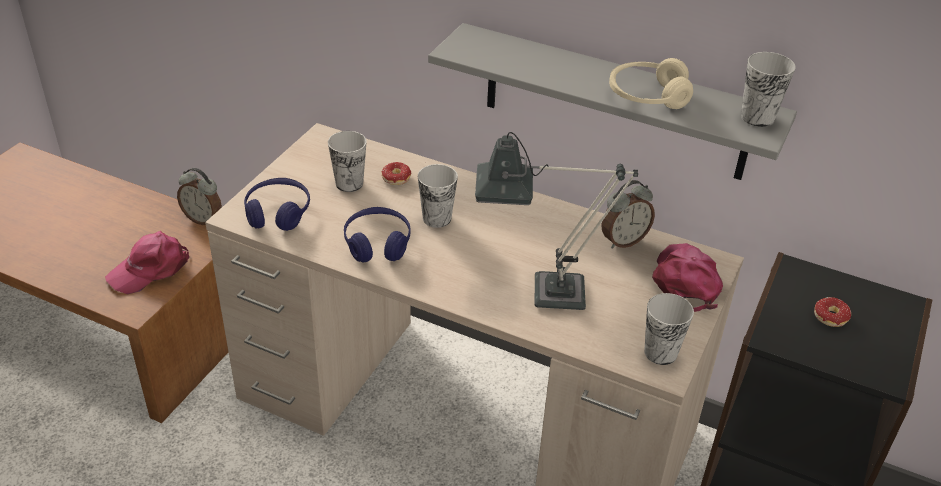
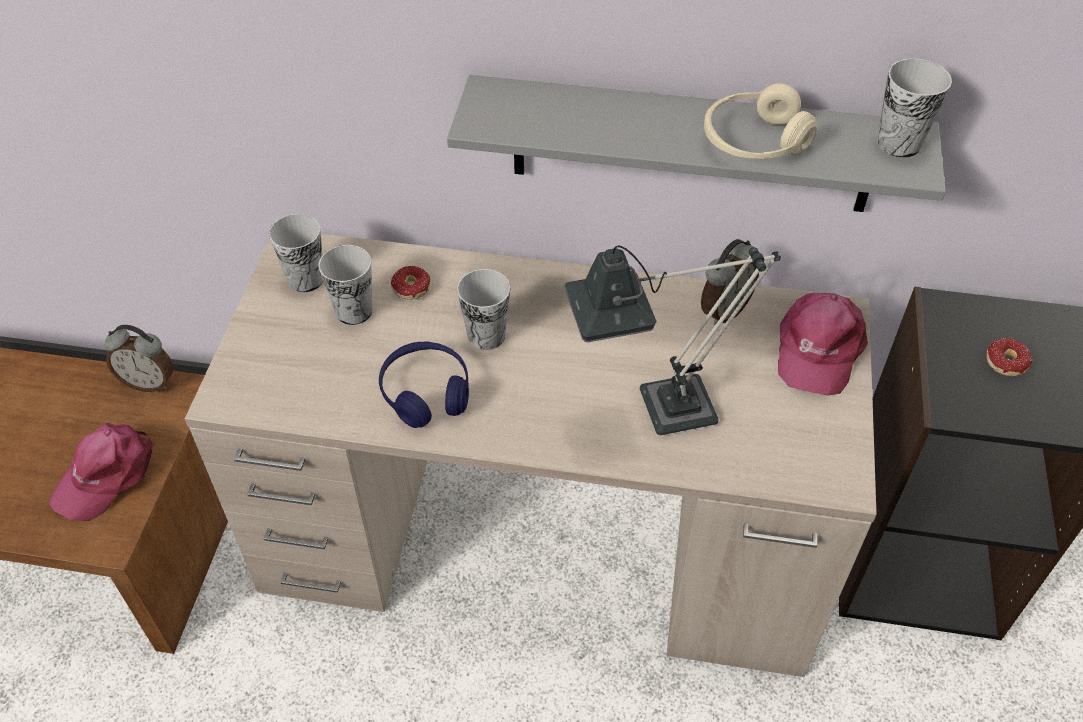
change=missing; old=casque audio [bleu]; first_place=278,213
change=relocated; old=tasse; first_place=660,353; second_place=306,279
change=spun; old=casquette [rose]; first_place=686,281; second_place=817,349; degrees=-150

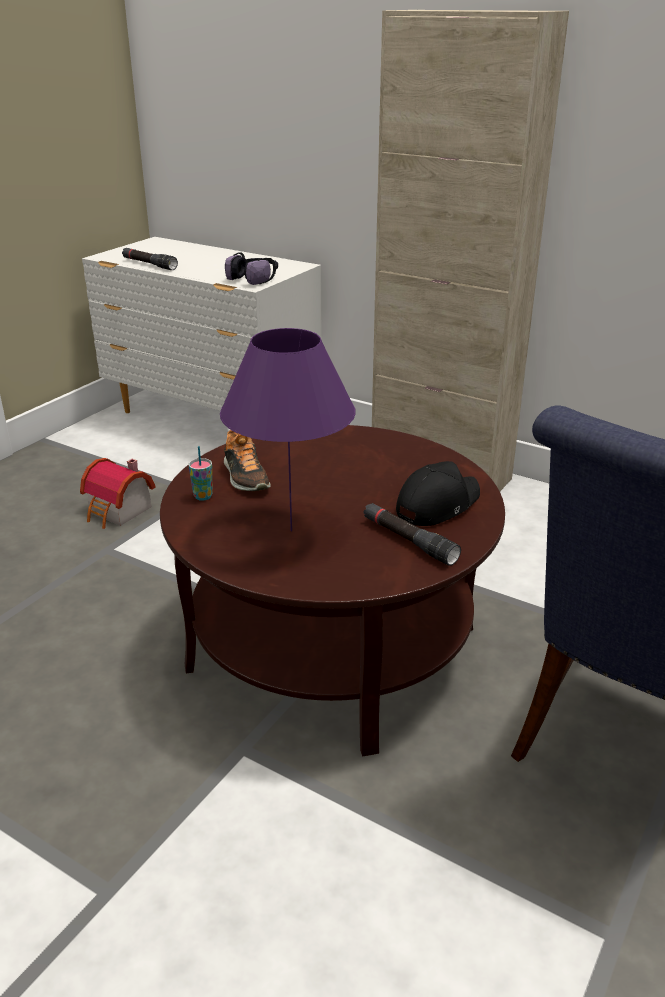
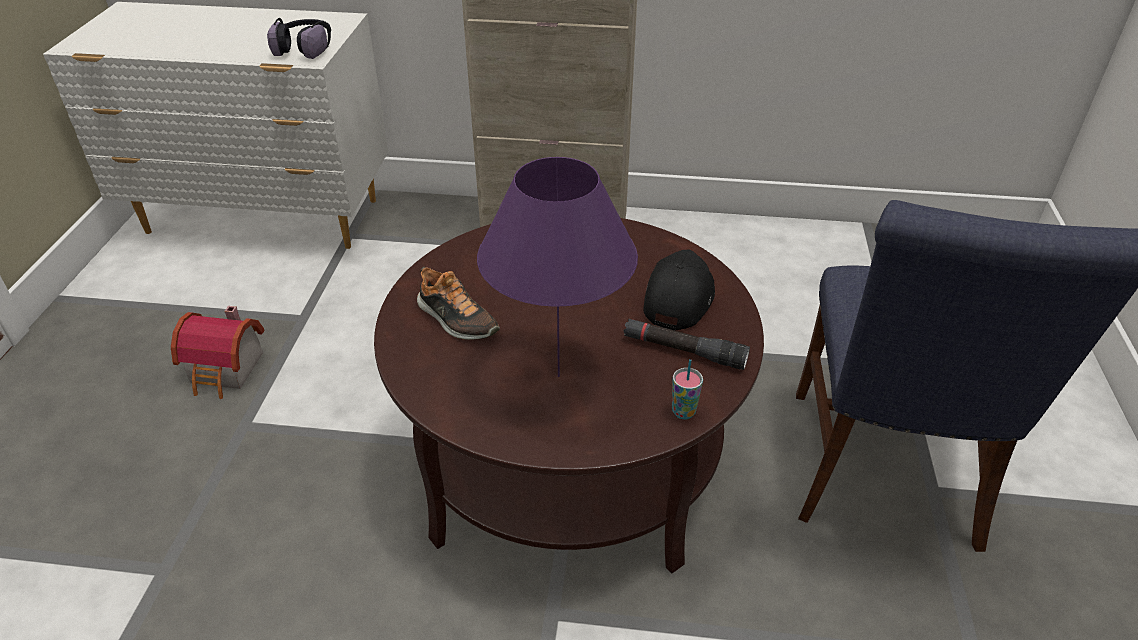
change=missing; old=lampe de poche [noir]; first_place=149,264
change=relocated; old=tasse; first_place=203,496; second_place=683,412

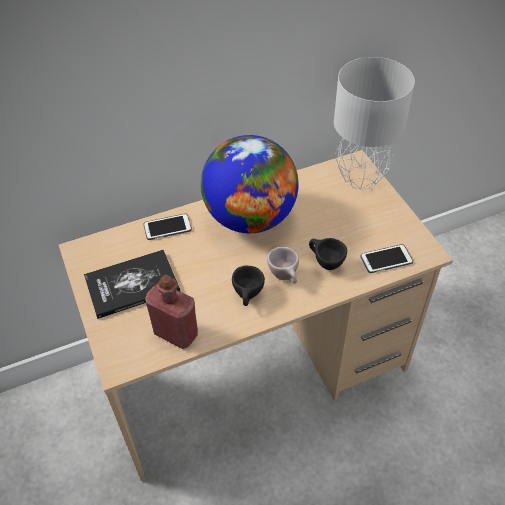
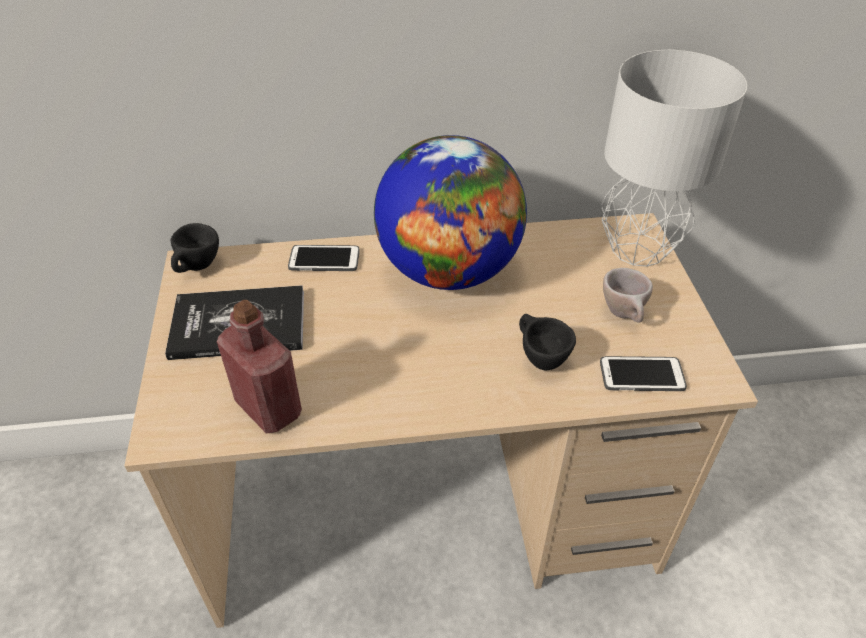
change=relocated; old=tasse [noir]; first_place=248,297; second_place=197,269
change=relocated; old=tasse [beige]; first_place=285,277; second_place=625,315

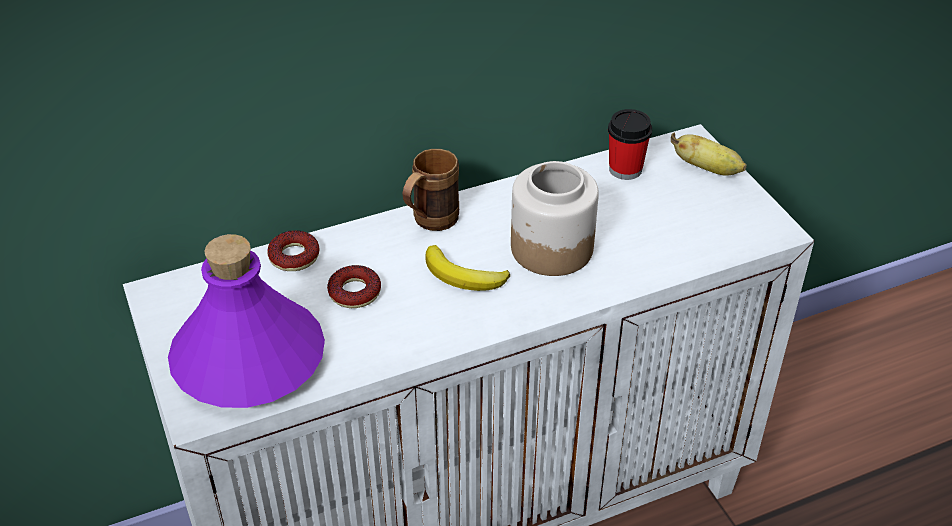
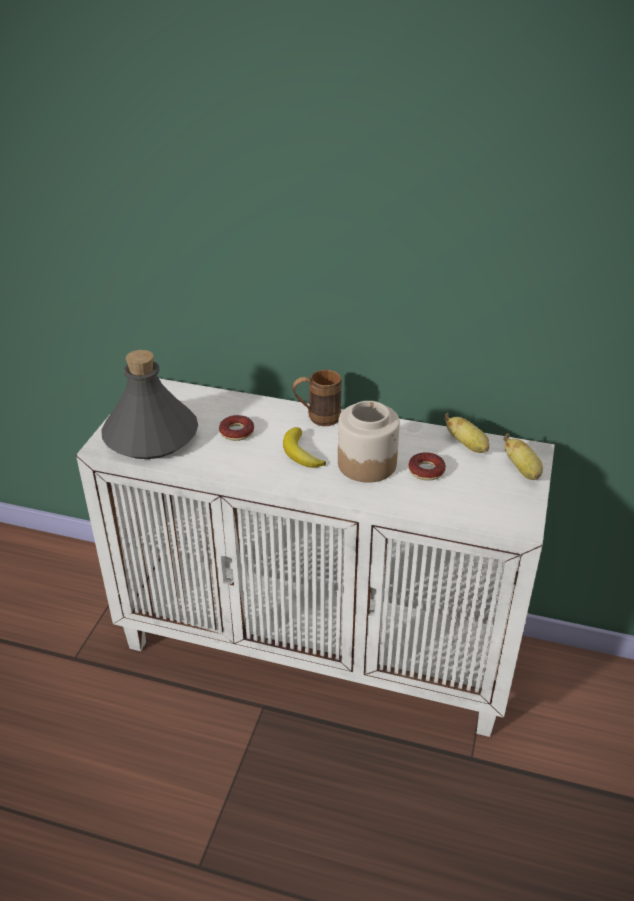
change=colour; old=bouteille [violet]; new=bouteille [gris]; first_place=248,361; second_place=150,436
change=relocated; old=beignet; first_place=294,256; second_place=426,470
change=exchanged; old=tasse; new=banane; first_place=625,169; second_place=468,445

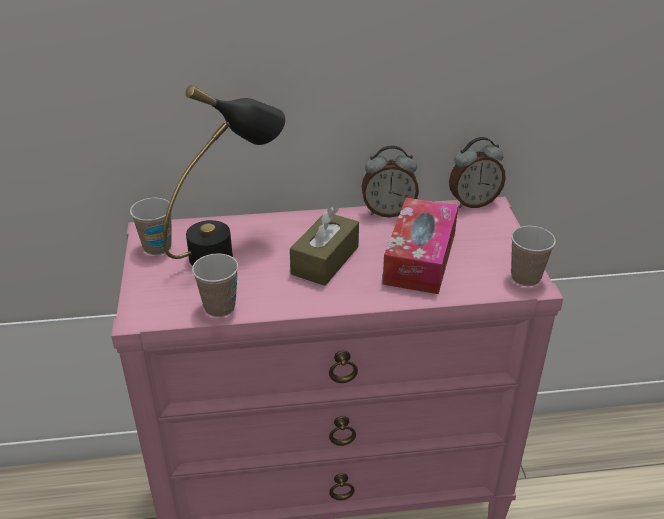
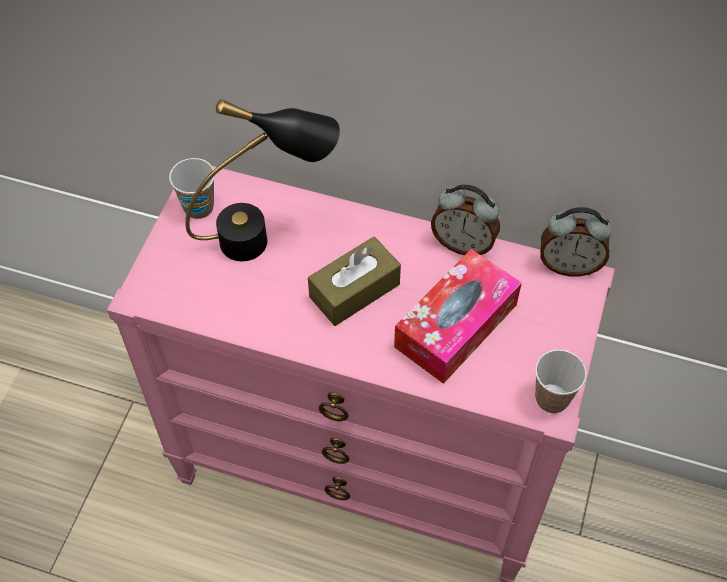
change=missing; old=tasse; first_place=219,307

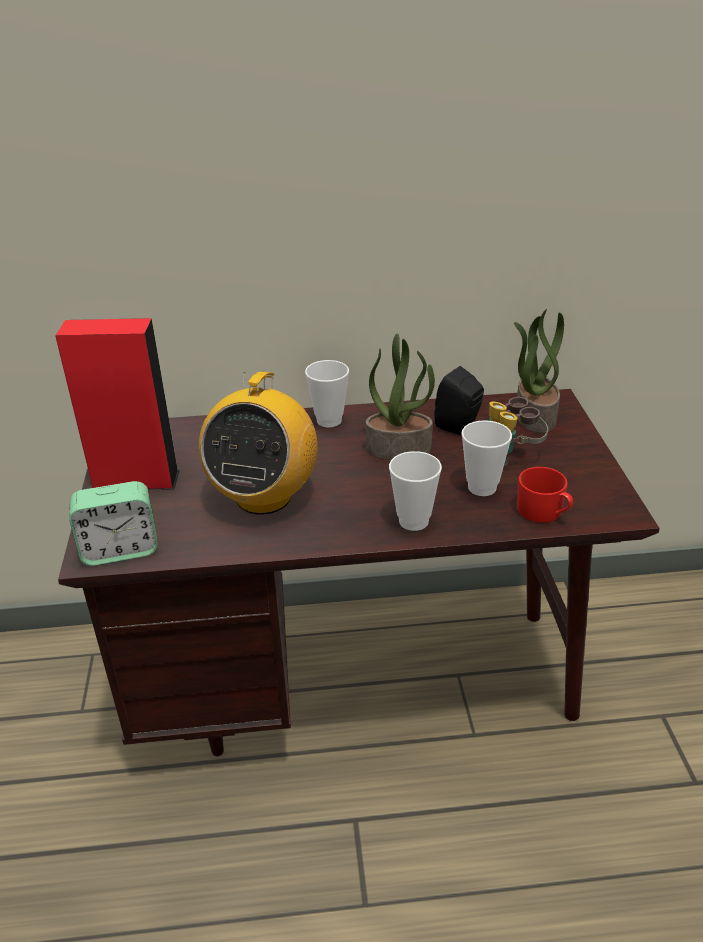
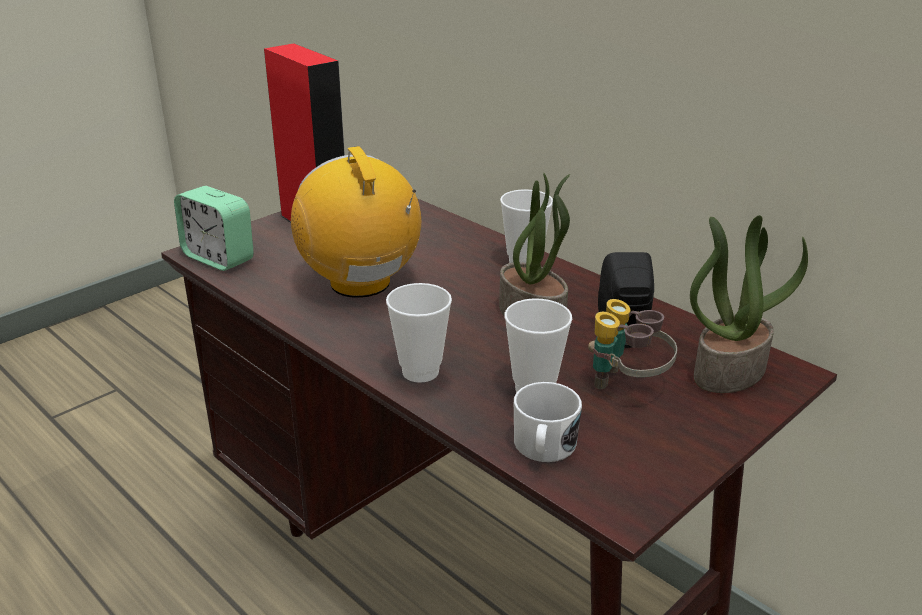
change=spun; old=radio; first_place=263,497; second_place=361,283; degrees=90
change=colour; old=mug [rouge]; new=mug [blanc]; first_place=544,512; second_place=543,448

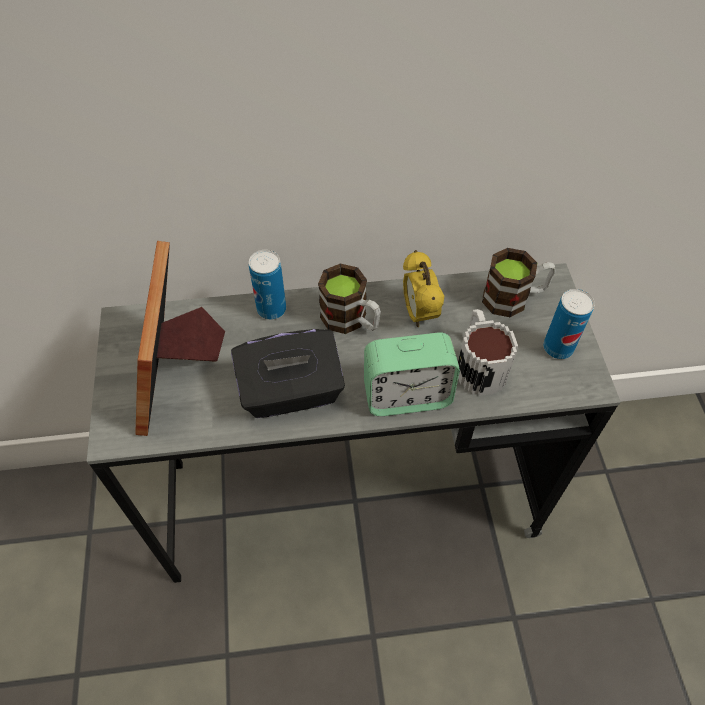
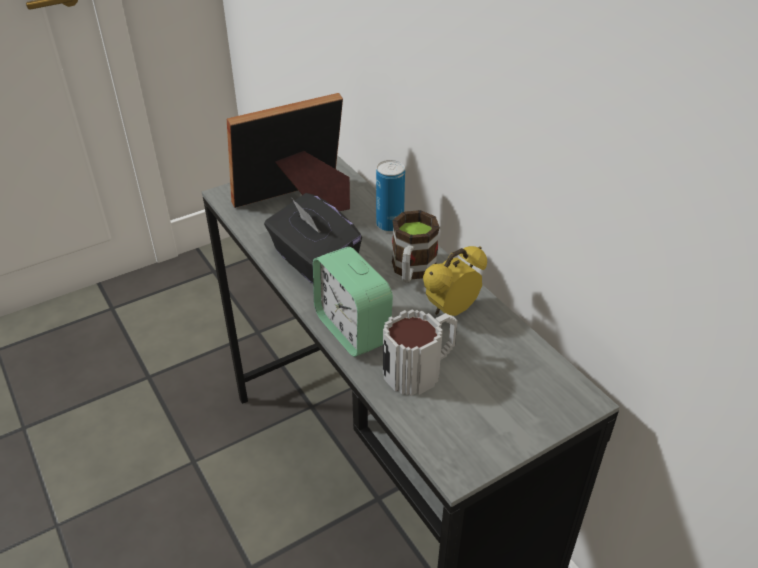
change=missing; old=mug; first_place=514,298
change=missing; old=boîte métallique; first_place=558,348

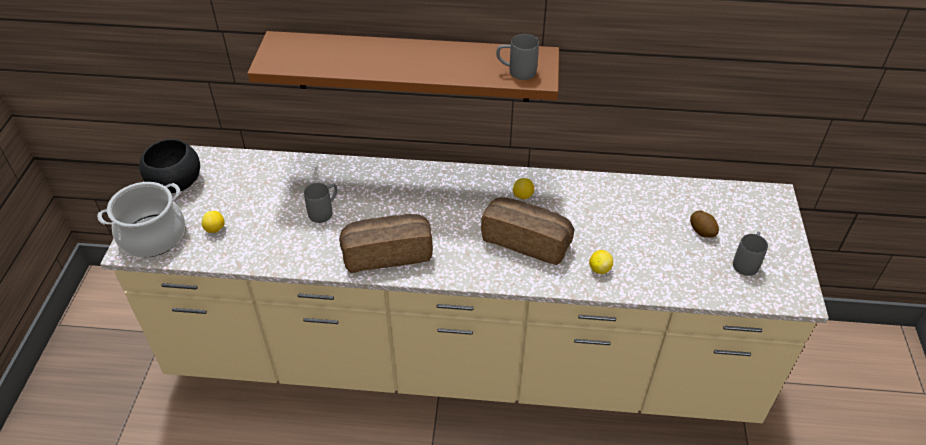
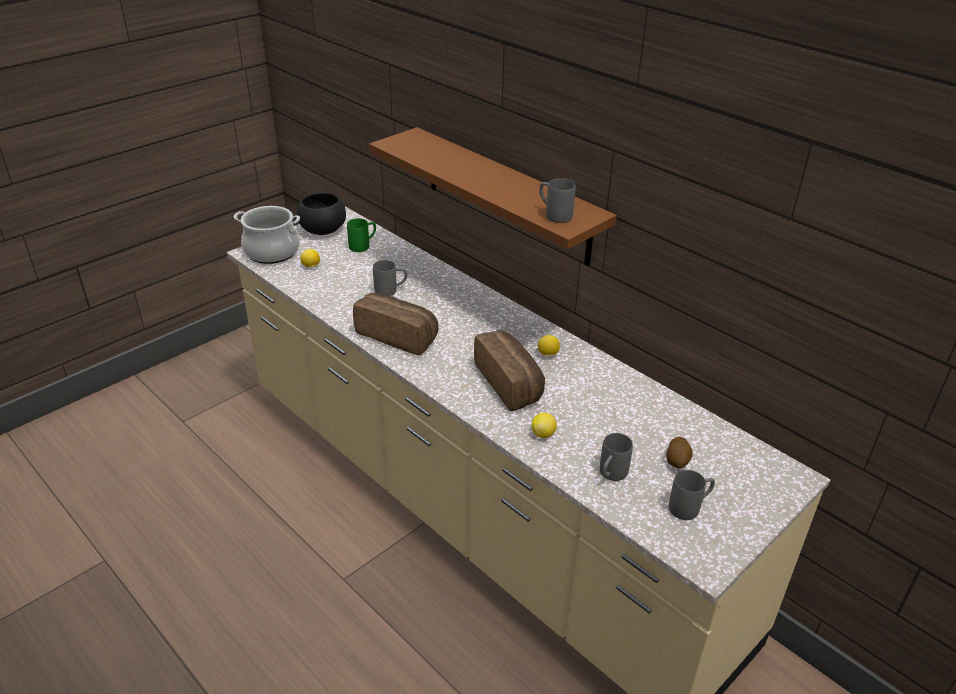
change=appeared; new=mug [vert]; second_place=363,245
change=appeared; new=mug [gris]; second_place=610,475

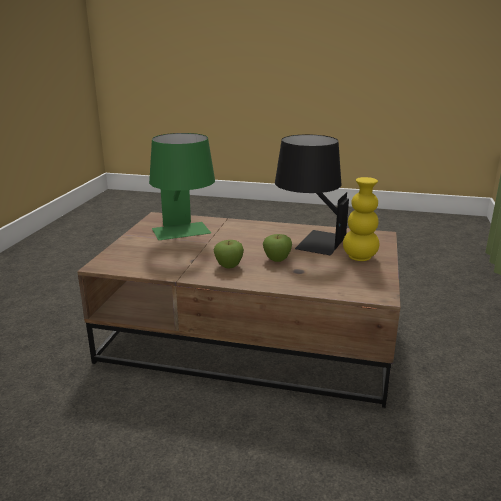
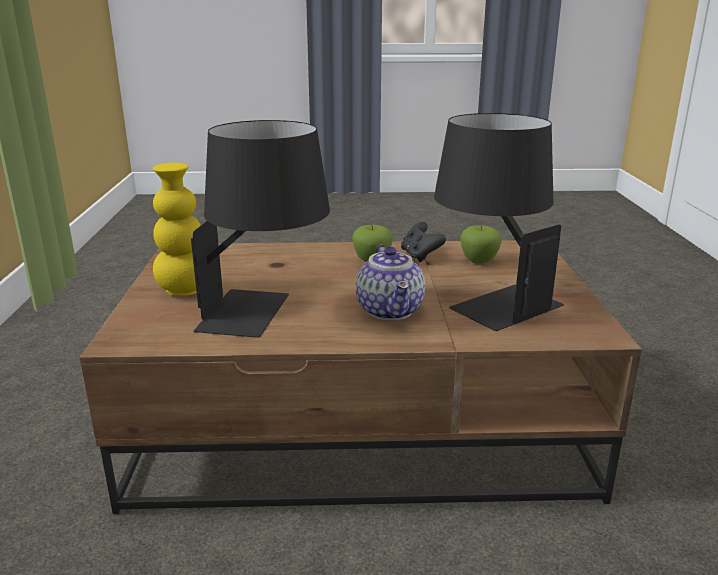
change=colour; old=lampe de table [vert]; new=lampe de table [noir]; first_place=184,234; second_place=489,299
change=relocated; old=pomme; first_place=277,259; second_place=479,261
change=appeared; new=théière; second_place=391,311
change=appeared; new=manette [noir]; second_place=420,256

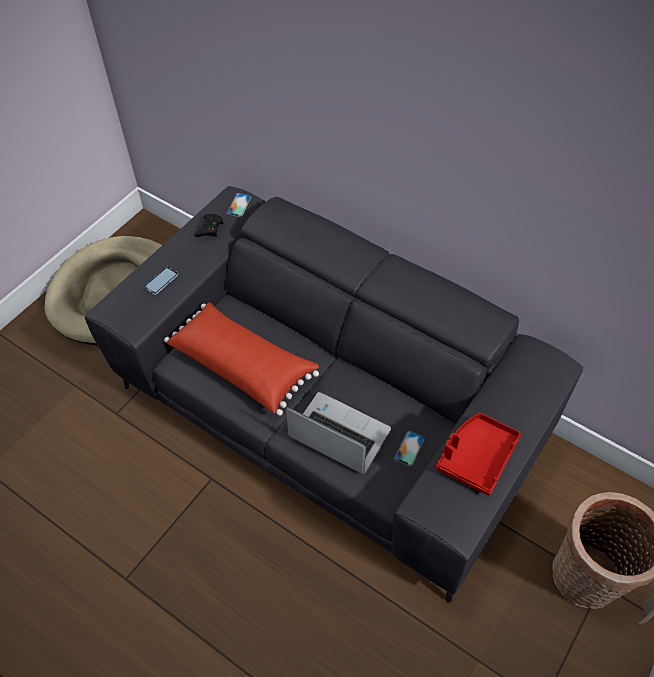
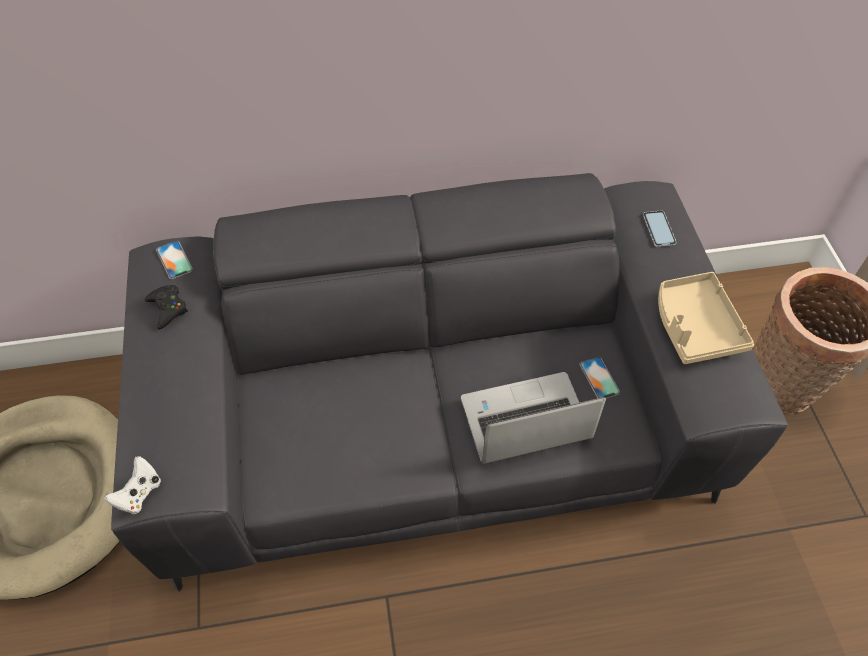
change=relocated; old=téléphone; first_place=161,281; second_place=659,229
change=missing; old=coussin [rouge]; first_place=243,365
change=colour; old=plateau [rouge]; new=plateau [beige]; first_place=476,457; second_place=695,326
change=appeared; new=manette [blanc]; second_place=139,493

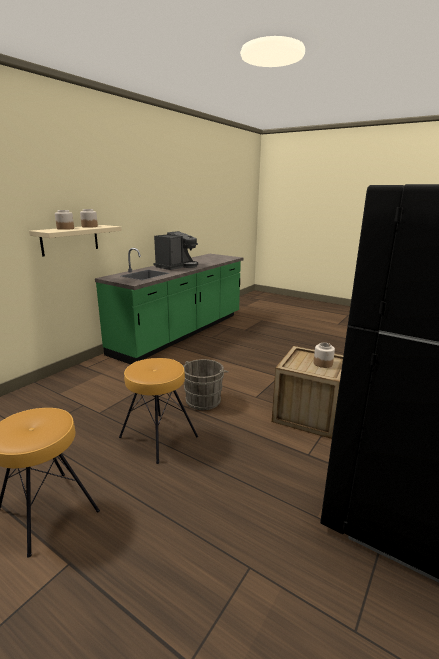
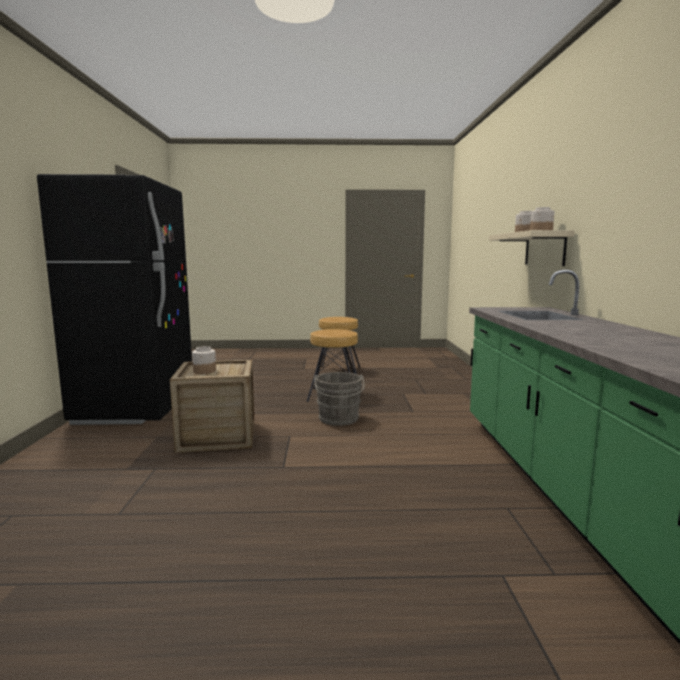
change=missing; old=machine à café; first_place=176,266

